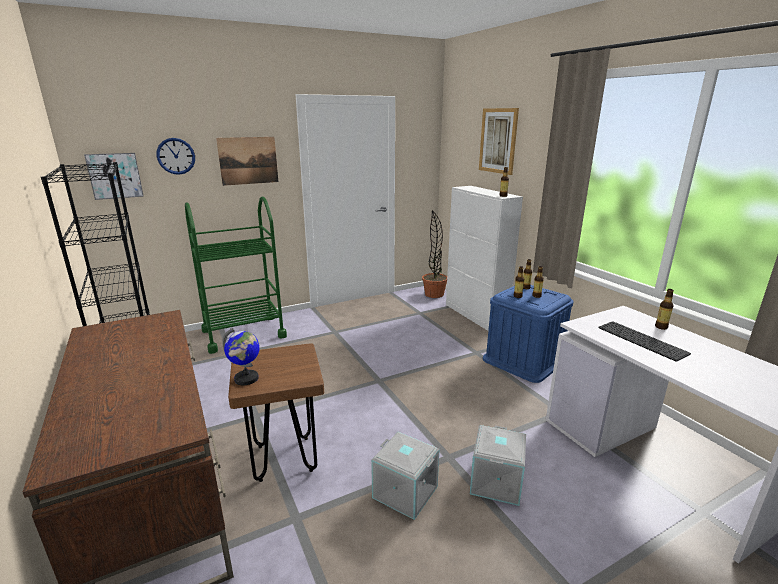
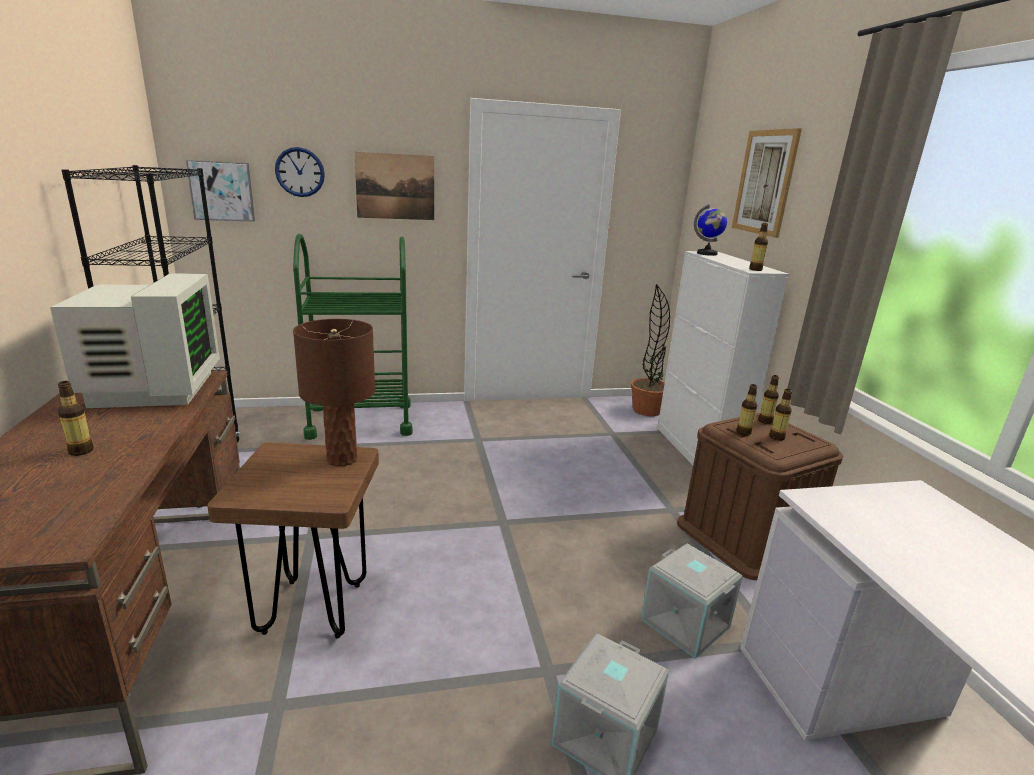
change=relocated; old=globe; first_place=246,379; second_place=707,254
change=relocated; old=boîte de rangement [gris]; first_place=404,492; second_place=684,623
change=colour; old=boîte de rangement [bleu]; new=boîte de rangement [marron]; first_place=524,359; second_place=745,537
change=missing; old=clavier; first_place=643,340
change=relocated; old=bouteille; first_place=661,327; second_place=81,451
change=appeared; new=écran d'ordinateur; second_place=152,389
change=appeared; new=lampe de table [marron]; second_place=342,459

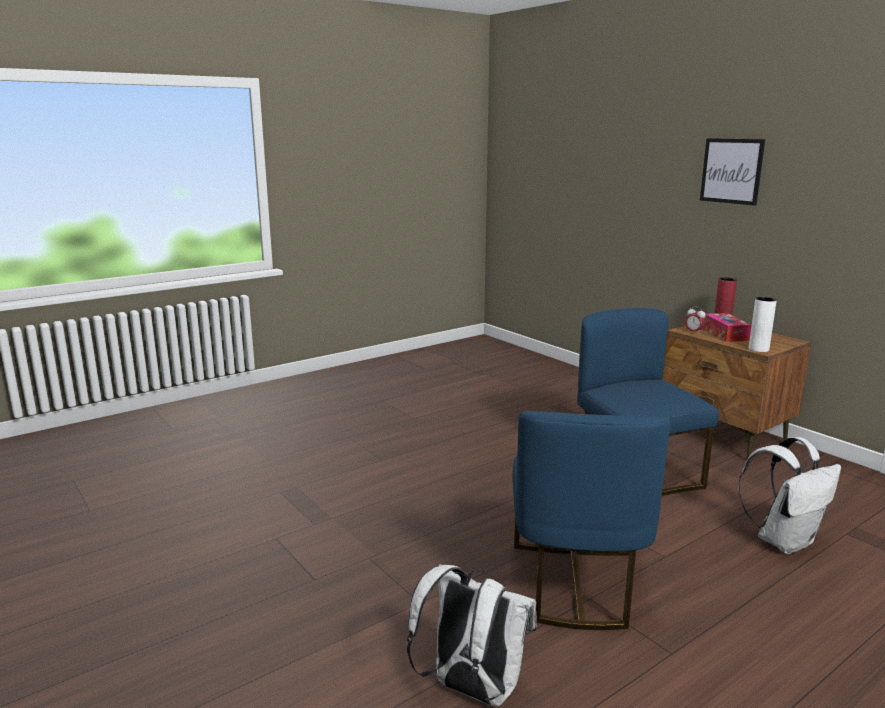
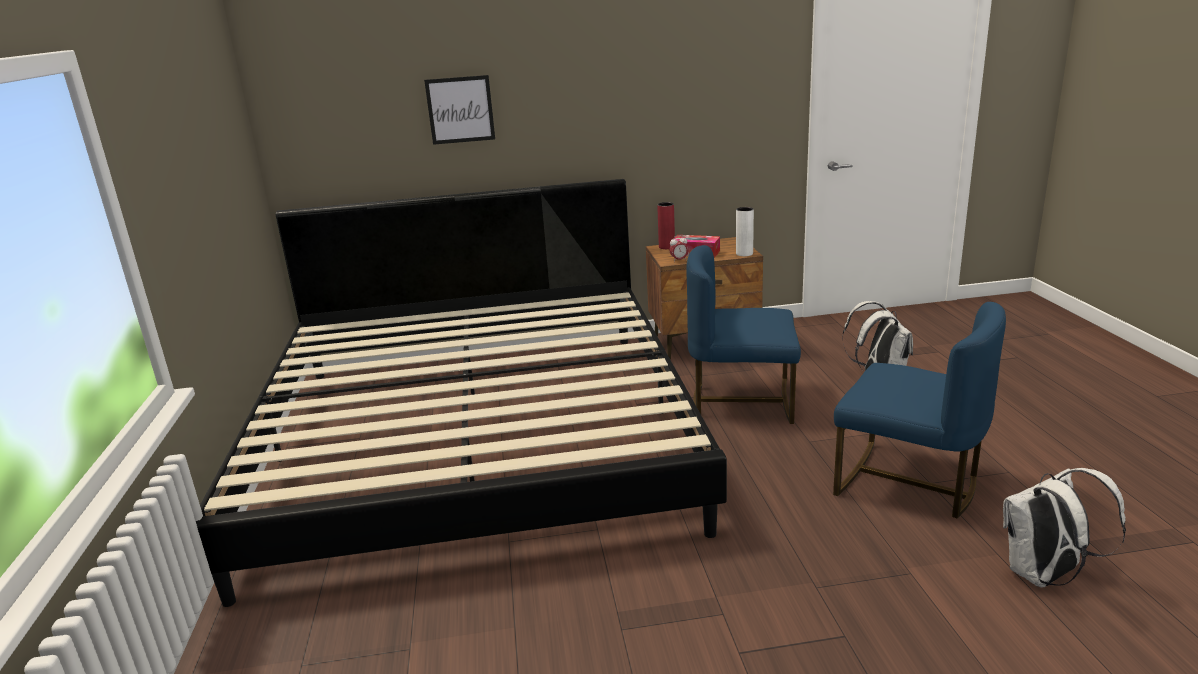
change=relocated; old=tableau; first_place=731,171; second_place=460,110
change=appeared; new=lit; second_place=476,438

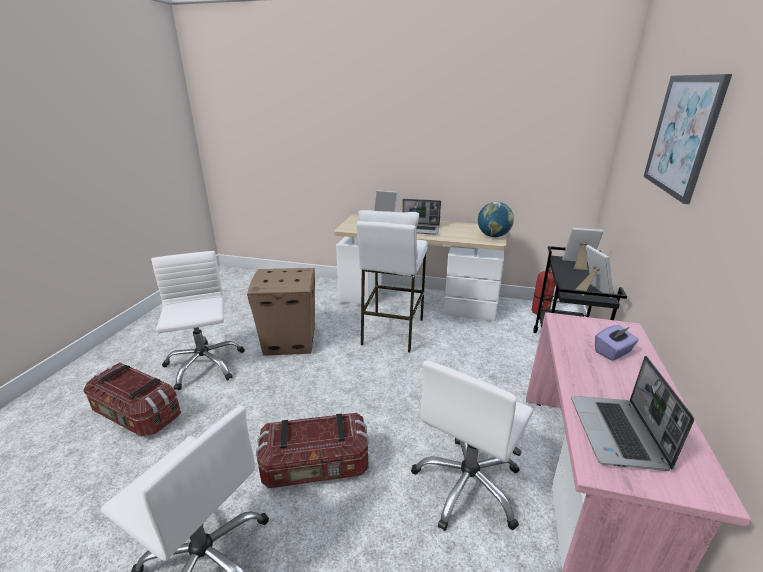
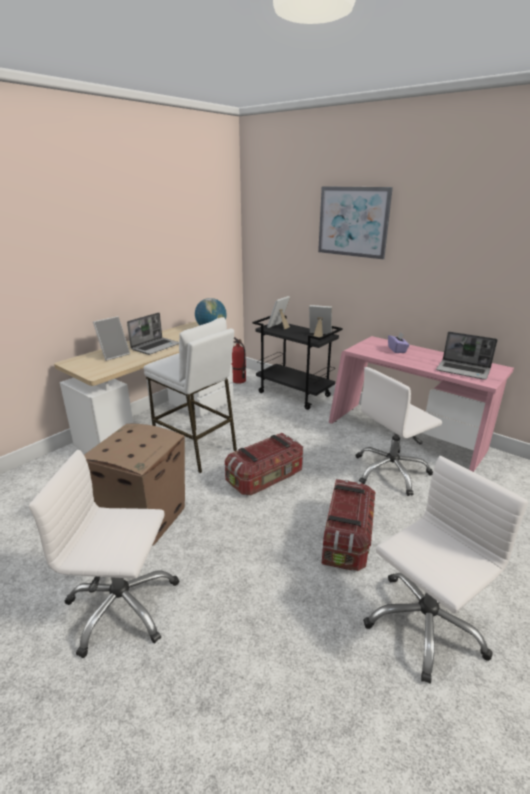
change=relocated; old=boîte de rangement; first_place=137,415; second_place=266,478
change=spun; old=chaise de bureau [blanc]; first_place=468,485; second_place=391,472; degrees=90

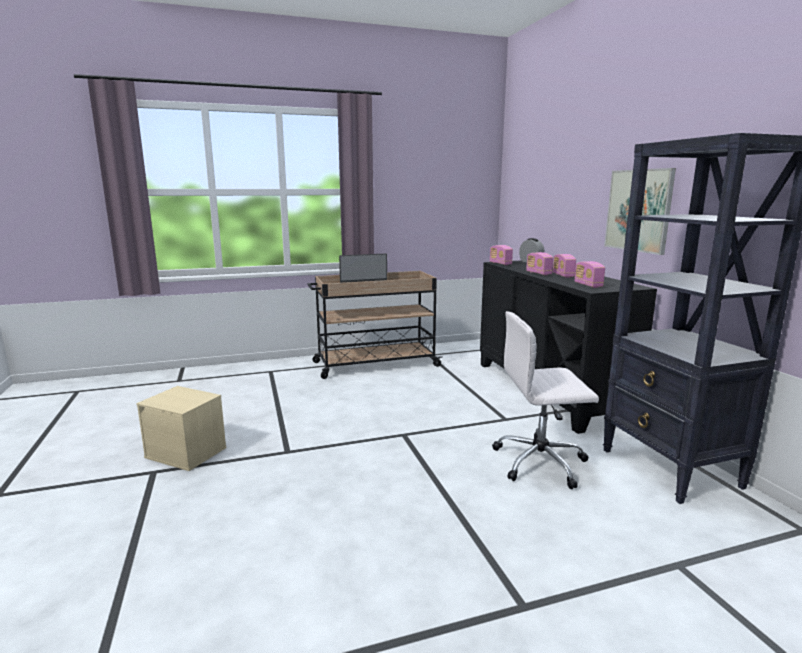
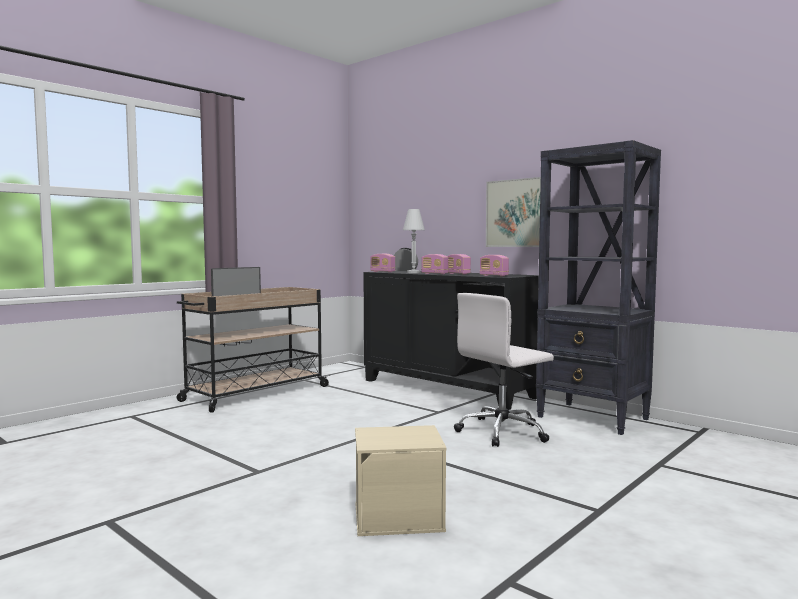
change=relocated; old=boîte de rangement [beige]; first_place=187,452; second_place=399,516
change=appeared; new=lampe de table [blanc]; second_place=413,272

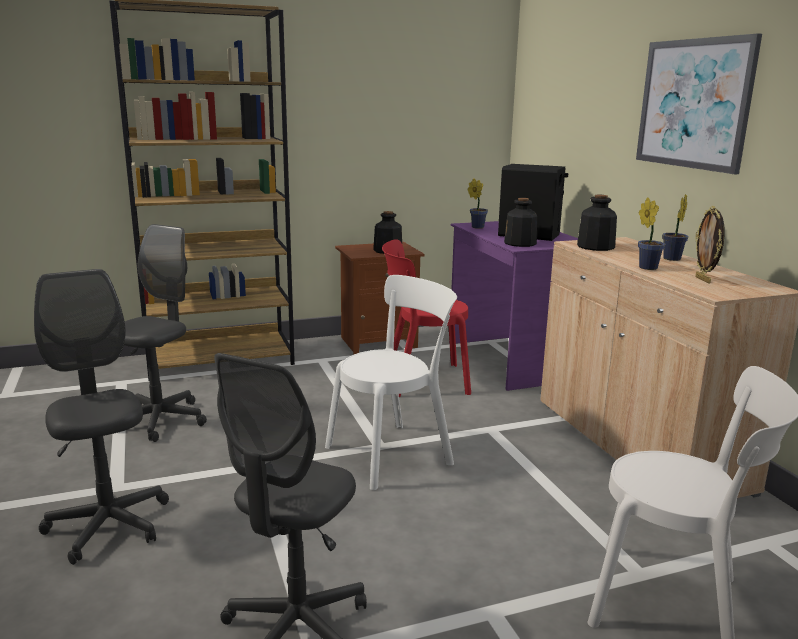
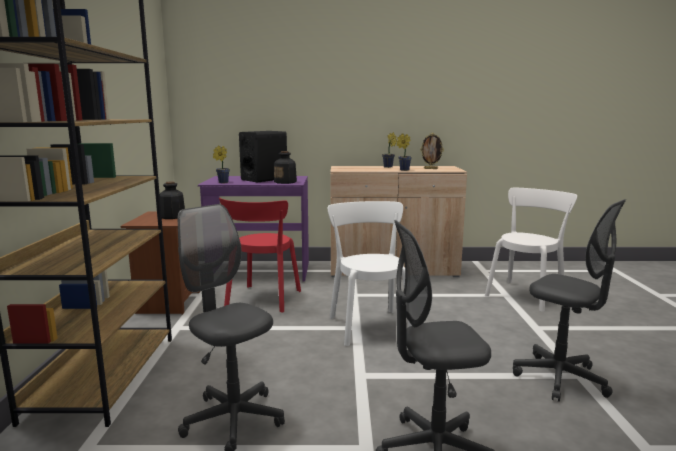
change=missing; old=bouteille; first_place=595,247
change=missing; old=tableau; first_place=693,104

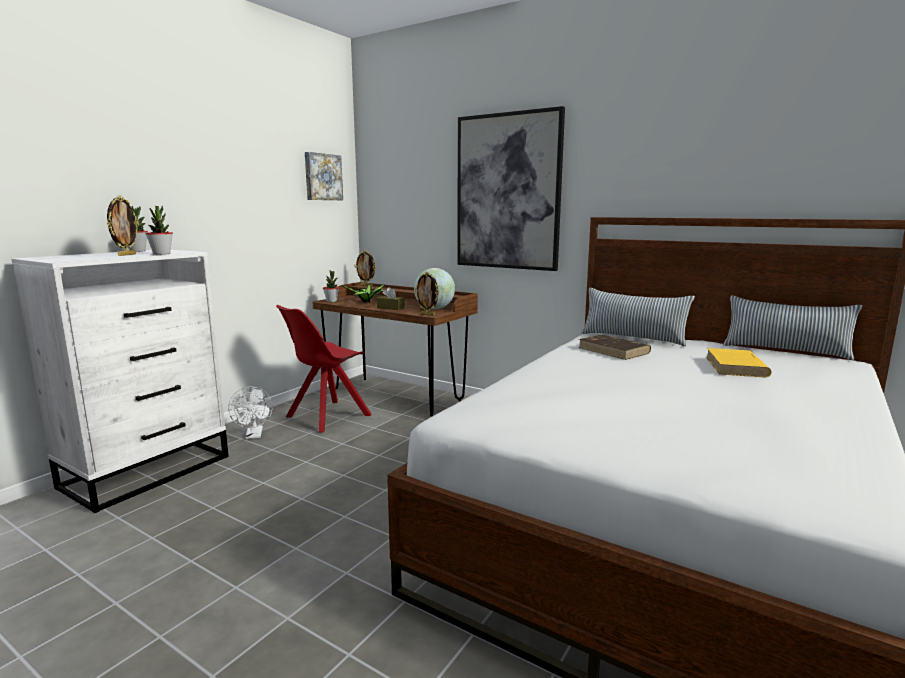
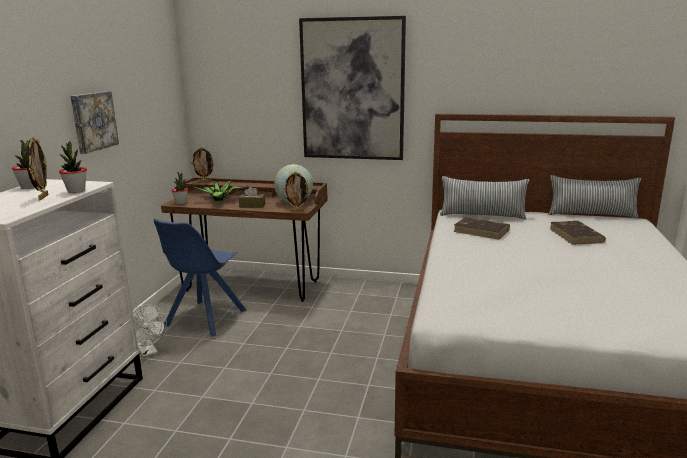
change=colour; old=chaise [rouge]; new=chaise [bleu]; first_place=326,417; second_place=204,319
change=relocated; old=tableau; first_place=322,177; second_place=93,121
change=colour; old=livre [jaune]; new=livre [marron]; first_place=736,367; second_place=576,235

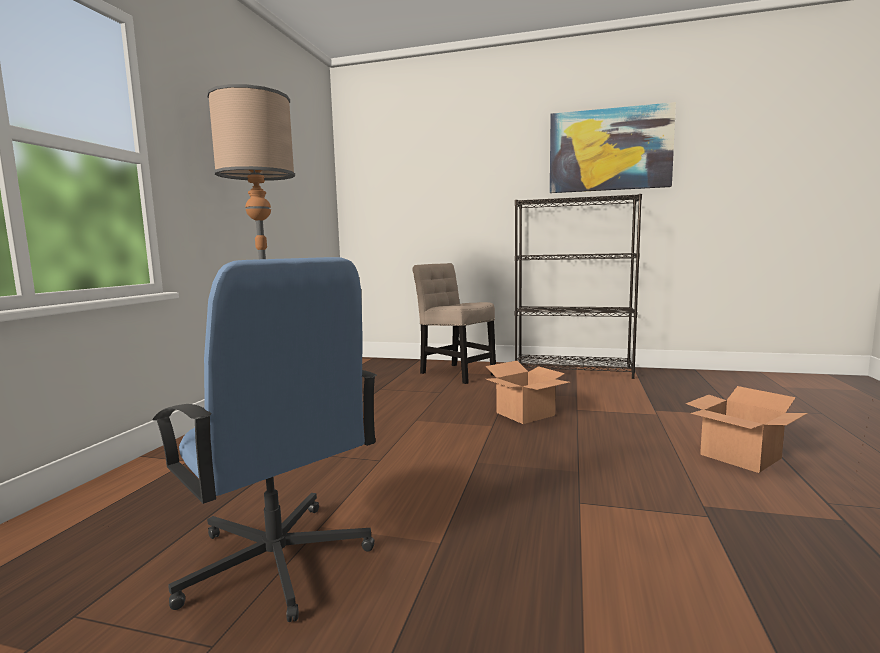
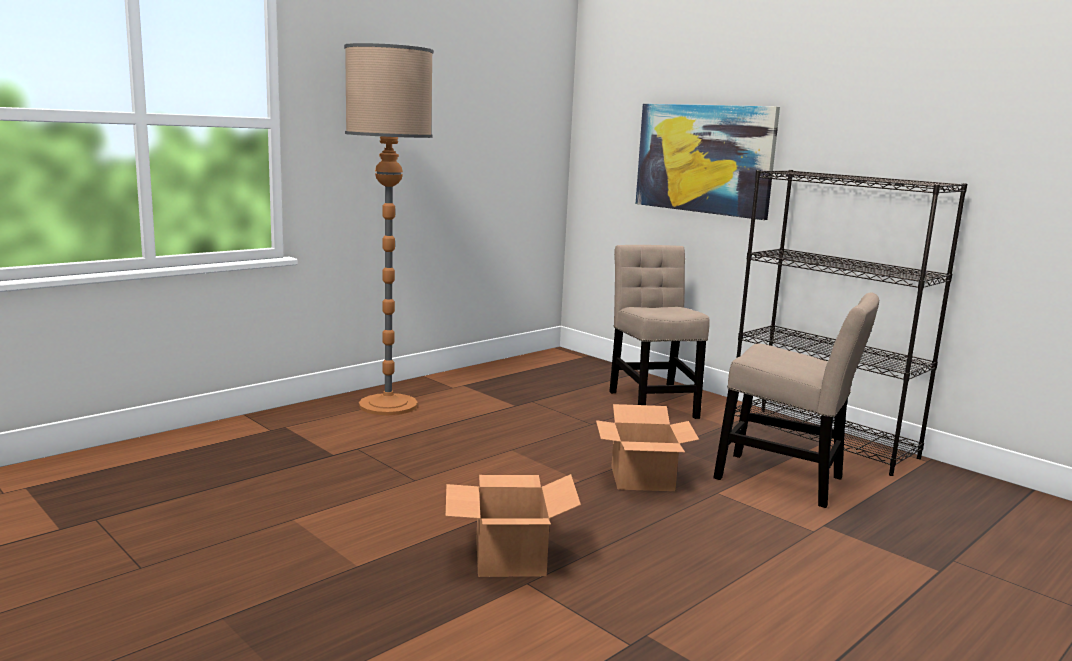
change=missing; old=chaise de bureau [bleu]; first_place=276,562
change=relocated; old=tableau; first_place=609,150; second_place=704,159
change=relocated; old=carton; first_place=741,456; second_place=510,559
change=appeared; new=chaise [beige]; second_place=785,480

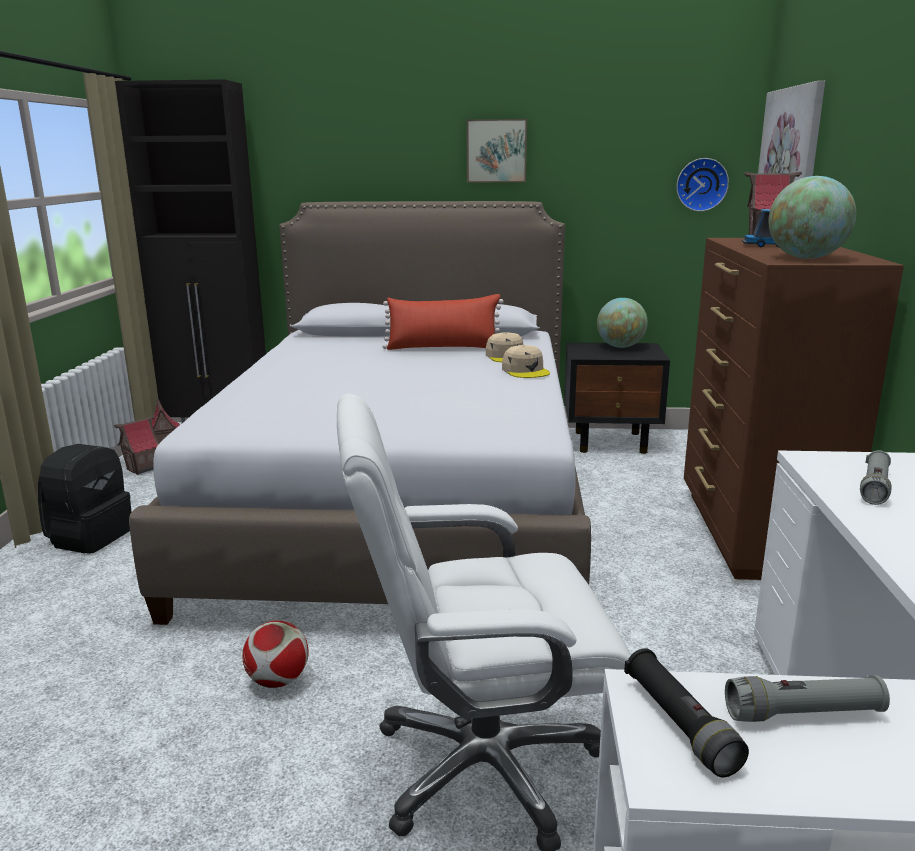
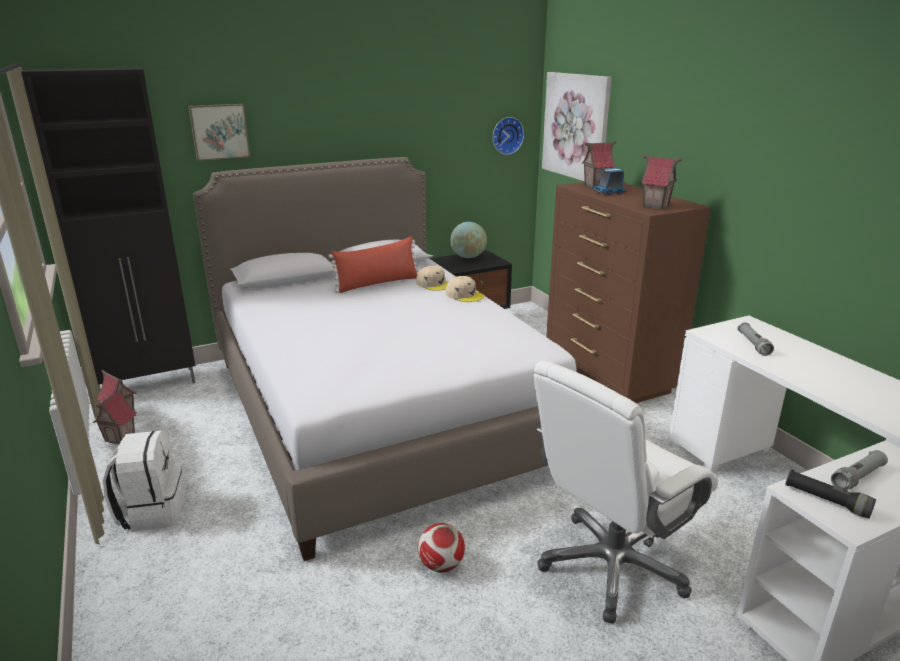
change=colour; old=sac à dos [noir]; new=sac à dos [blanc]; first_place=90,536; second_place=152,511
change=relocated; old=tableau; first_place=496,151; second_place=219,131
change=exchanged; old=globe; new=maison miniature; first_place=806,258; second_place=655,205

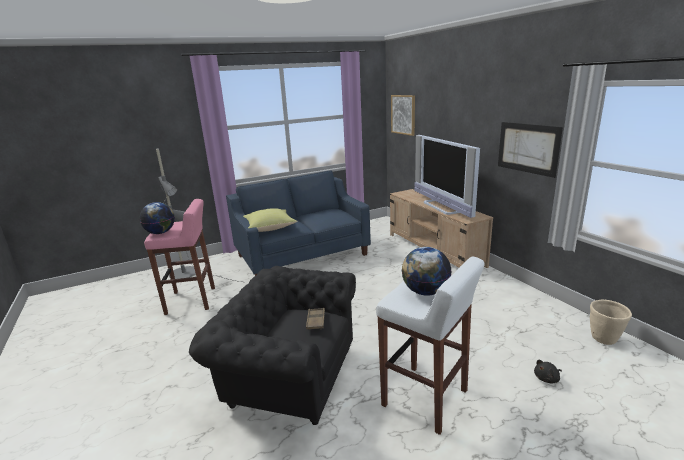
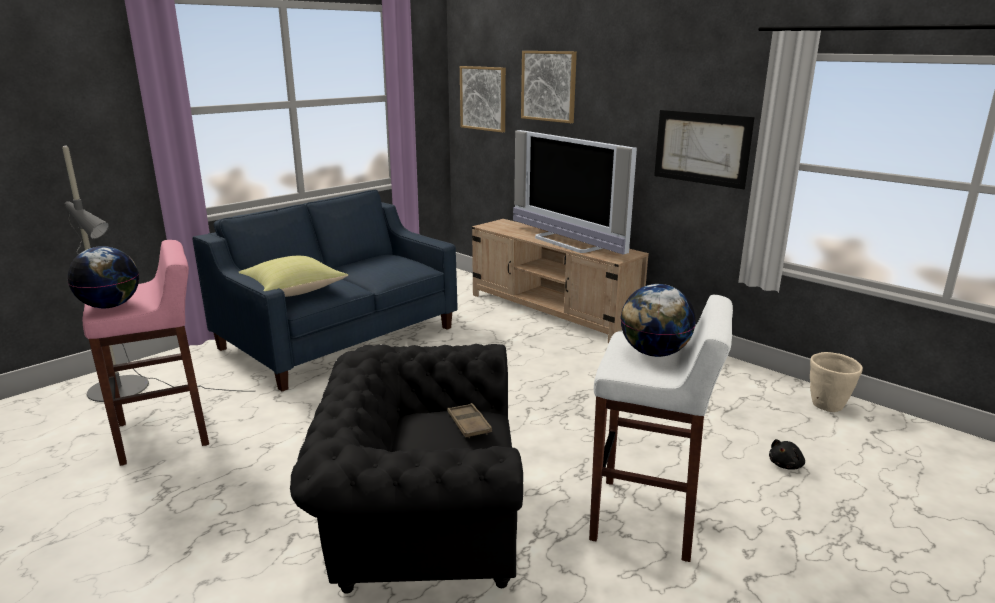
change=appeared; new=tableau; second_place=549,86

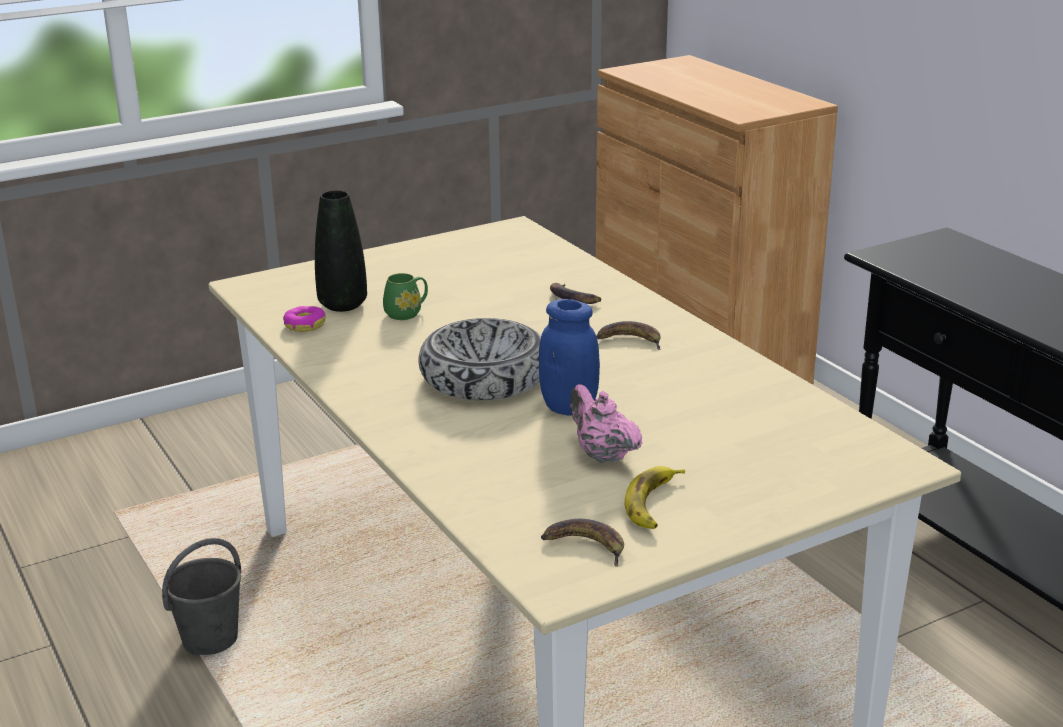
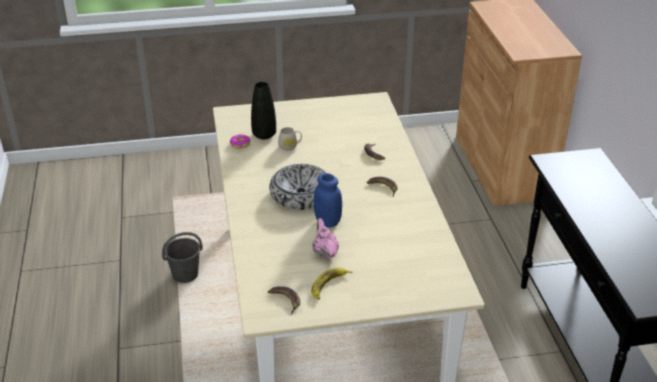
change=colour; old=mug [vert]; new=mug [blanc]; first_place=407,313; second_place=290,146

